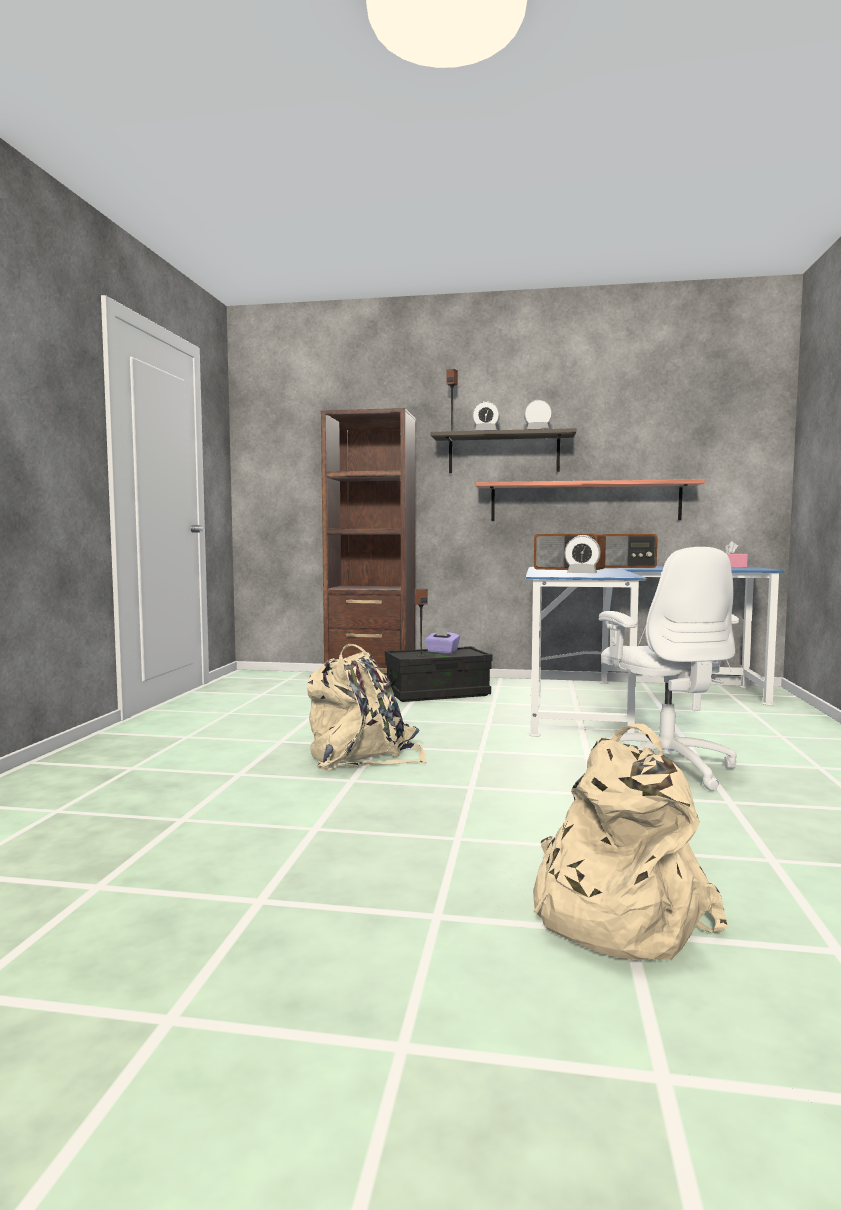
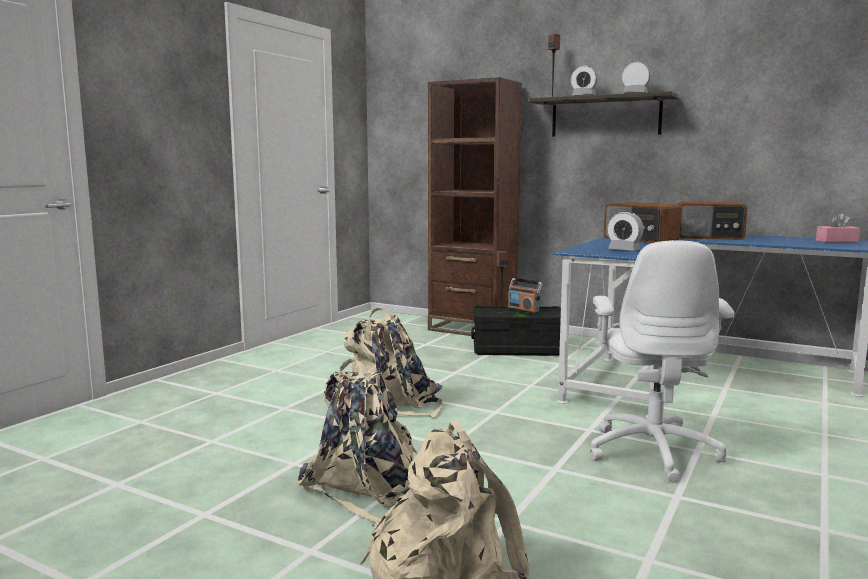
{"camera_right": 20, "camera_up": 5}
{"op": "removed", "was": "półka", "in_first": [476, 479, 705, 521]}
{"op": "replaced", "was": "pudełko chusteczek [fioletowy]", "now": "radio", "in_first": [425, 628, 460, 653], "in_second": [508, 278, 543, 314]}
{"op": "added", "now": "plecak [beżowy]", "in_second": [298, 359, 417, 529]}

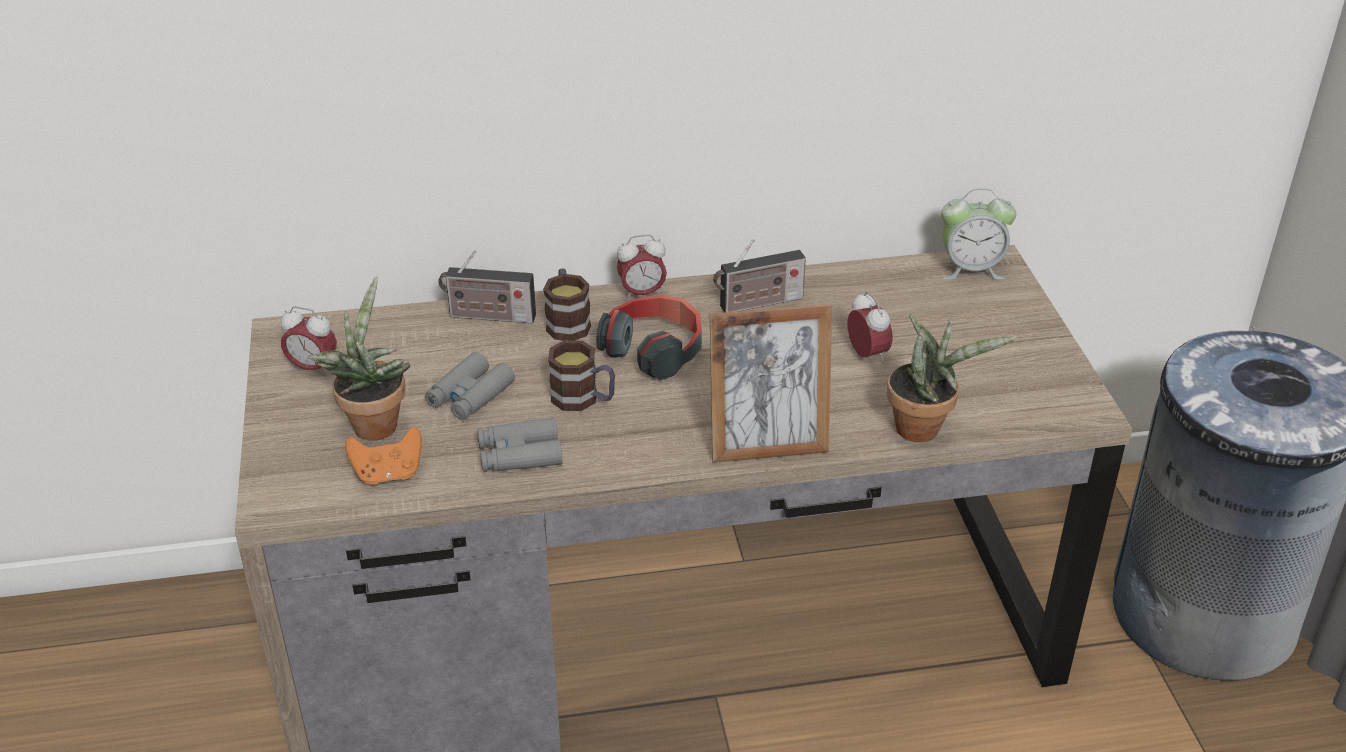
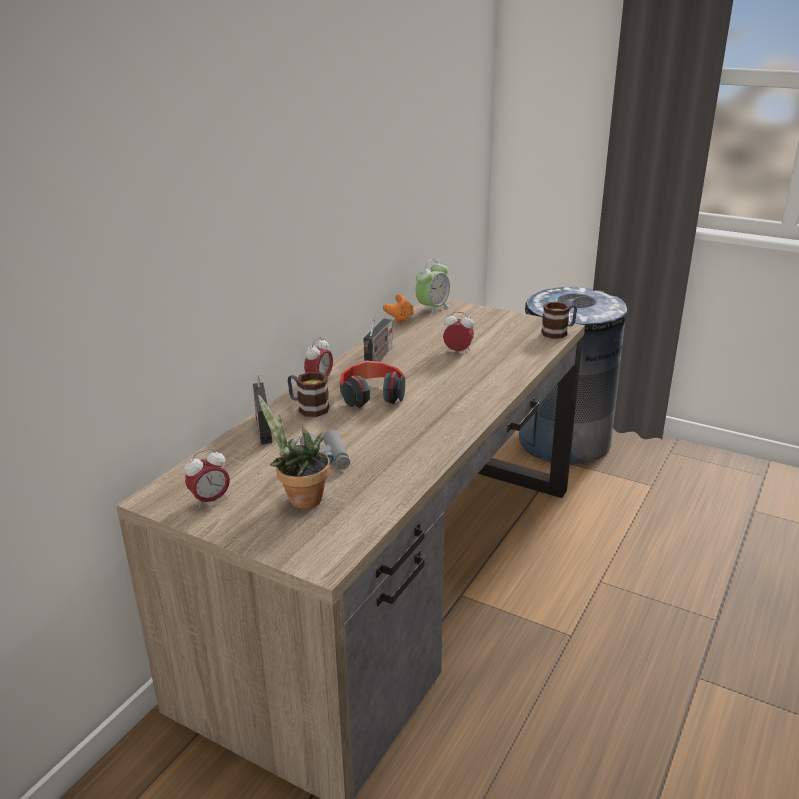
{"camera_right": -50, "camera_up": -10}
{"op": "turned", "was": "radio", "in_first": [438, 250, 536, 324], "in_second": [253, 374, 272, 444], "clockwise": 120}
{"op": "removed", "was": "ramka na zdjęcie", "in_first": [710, 304, 832, 463]}
{"op": "removed", "was": "roślina doniczkowa", "in_first": [887, 314, 1016, 442]}
{"op": "moved", "was": "kubek", "in_first": [548, 340, 615, 411], "in_second": [541, 302, 577, 339]}
{"op": "removed", "was": "lornetka [szary]", "in_first": [477, 417, 562, 472]}
{"op": "moved", "was": "pad do gier [pomarańczowy]", "in_first": [345, 427, 422, 485], "in_second": [383, 295, 414, 324]}

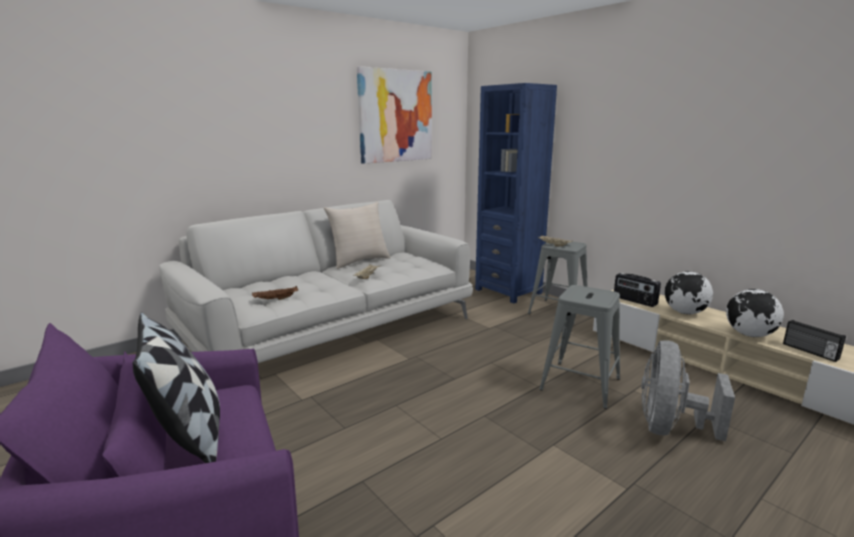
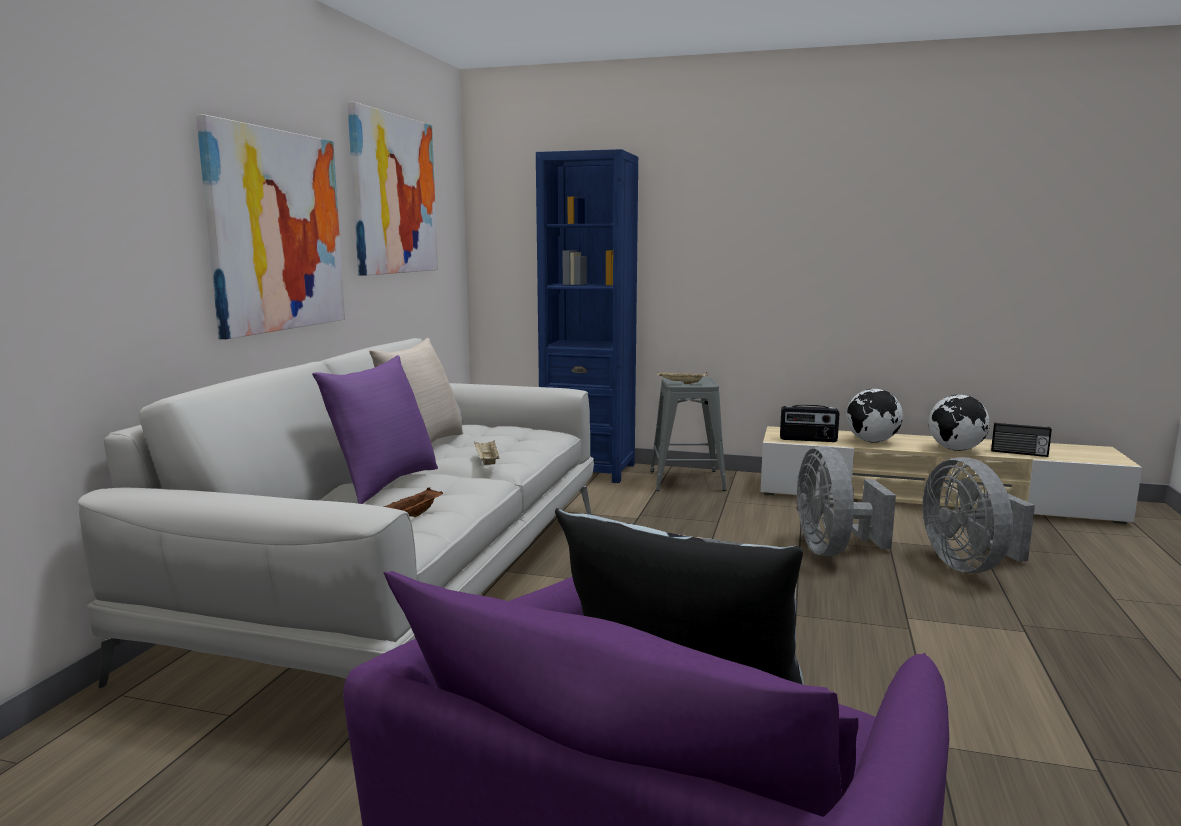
{"camera_right": -35, "camera_up": -5}
{"op": "replaced", "was": "stołek [szary]", "now": "wentylator [szary]", "in_first": [539, 285, 620, 409], "in_second": [796, 446, 896, 557]}
{"op": "added", "now": "obraz", "in_second": [196, 114, 345, 339]}
{"op": "added", "now": "poduszka [fioletowy]", "in_second": [312, 355, 438, 504]}

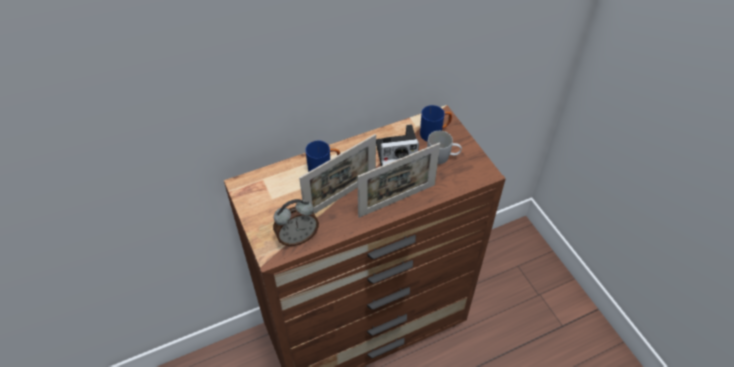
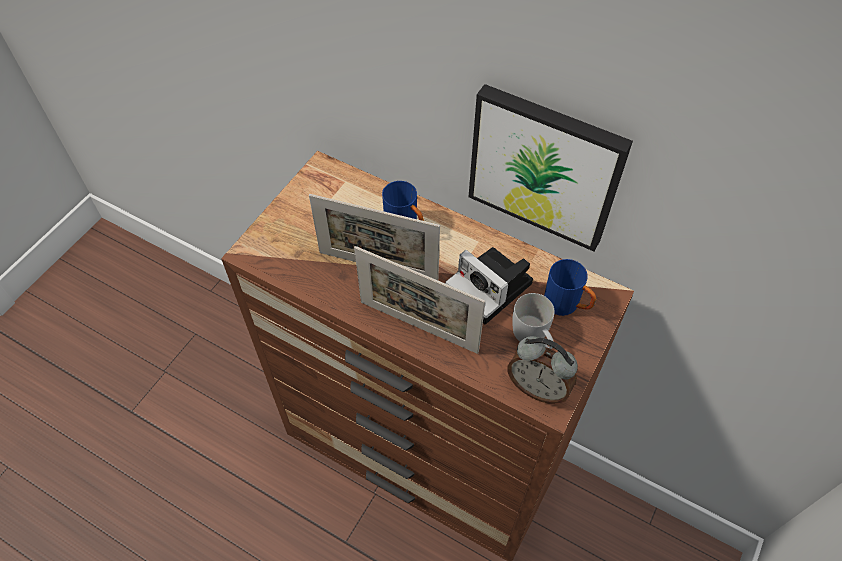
{"camera_right": 55, "camera_up": 5}
{"op": "moved", "was": "budzik", "in_first": [273, 199, 319, 246], "in_second": [508, 336, 578, 404]}
{"op": "added", "now": "obraz", "in_second": [469, 84, 633, 251]}

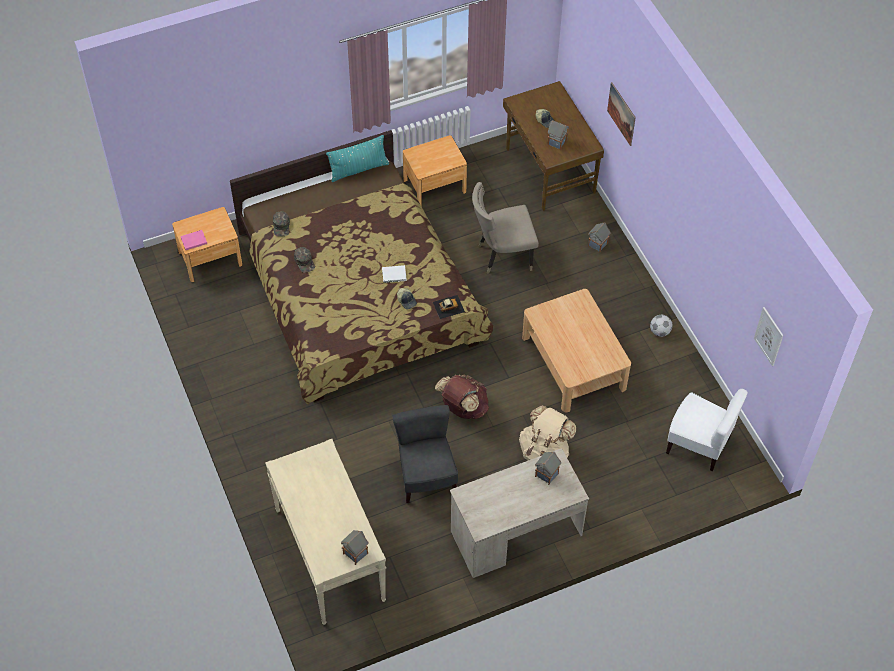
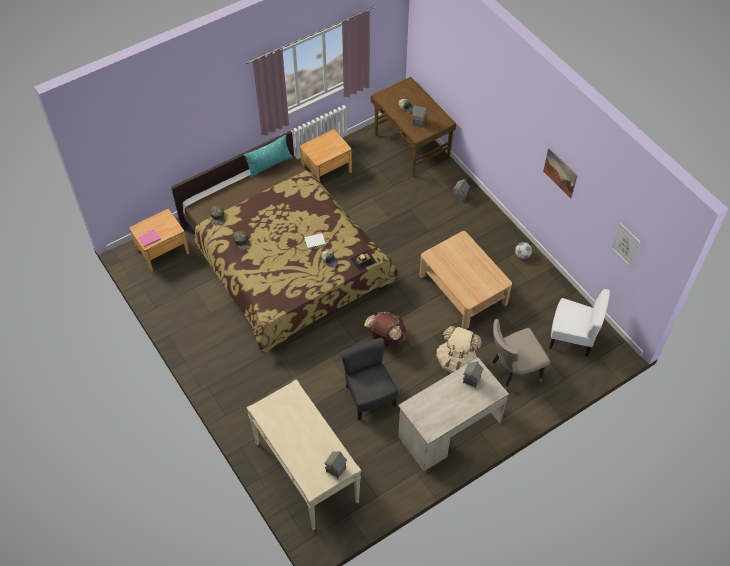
{"camera_right": -10, "camera_up": 0}
{"op": "moved", "was": "obraz", "in_first": [607, 82, 636, 146], "in_second": [543, 148, 578, 199]}
{"op": "moved", "was": "krzesło [beżowy]", "in_first": [472, 182, 539, 273], "in_second": [490, 319, 550, 390]}

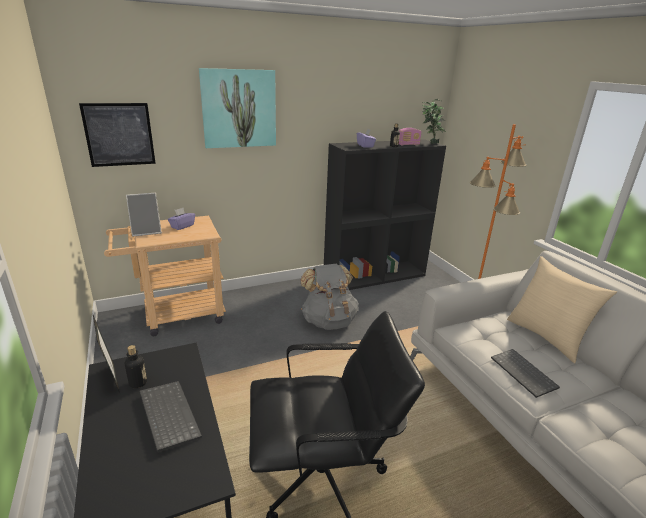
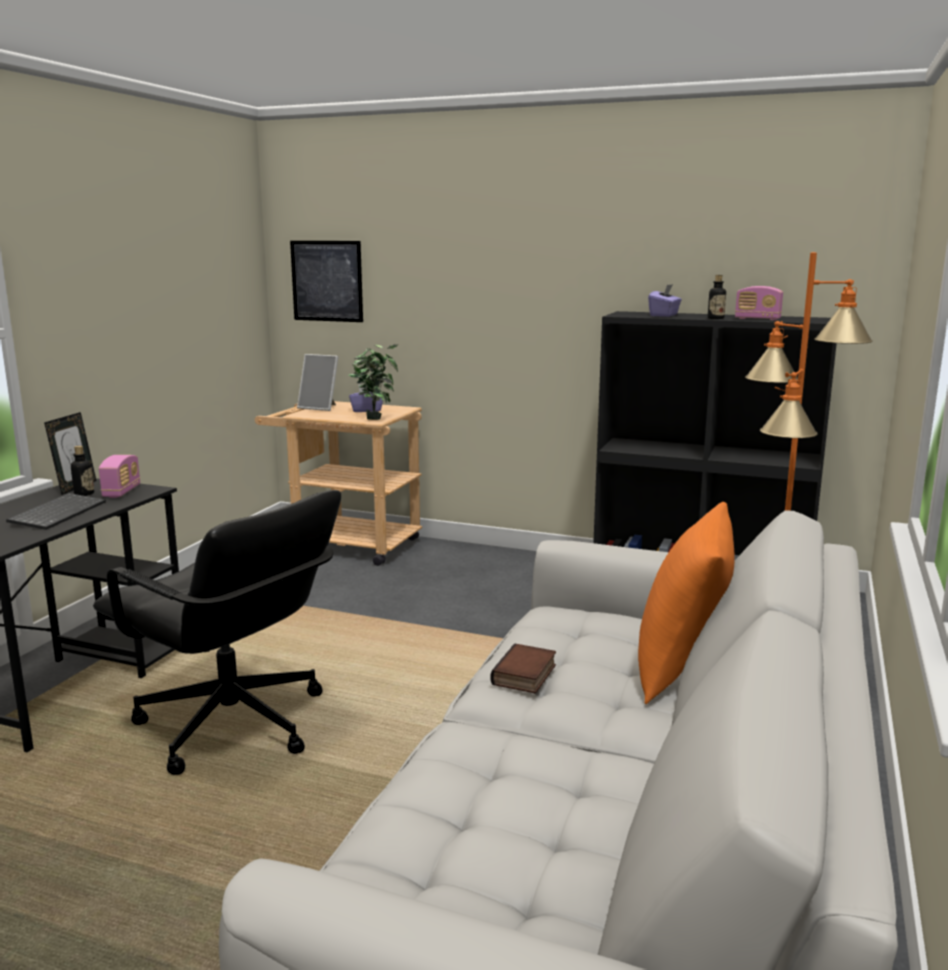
{"camera_right": 45, "camera_up": -10}
{"op": "removed", "was": "obraz", "in_first": [199, 68, 276, 148]}
{"op": "moved", "was": "roślina doniczkowa", "in_first": [422, 99, 446, 144], "in_second": [348, 344, 399, 420]}
{"op": "recoloured", "was": "poduszka [beżowy]", "now": "poduszka [pomarańczowy]", "in_first": [507, 256, 617, 363], "in_second": [638, 502, 735, 704]}
{"op": "removed", "was": "plecak [szary]", "in_first": [300, 264, 359, 330]}
{"op": "replaced", "was": "klawiatura", "now": "książka", "in_first": [491, 349, 560, 398], "in_second": [490, 643, 556, 693]}
{"op": "added", "now": "radio", "in_second": [99, 455, 140, 498]}

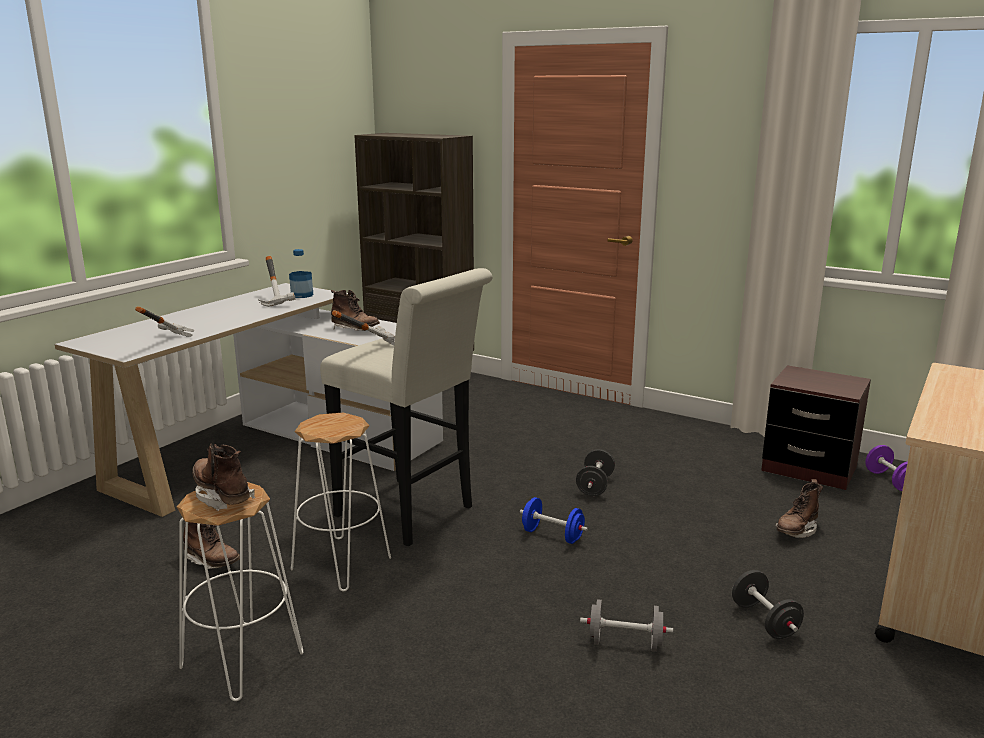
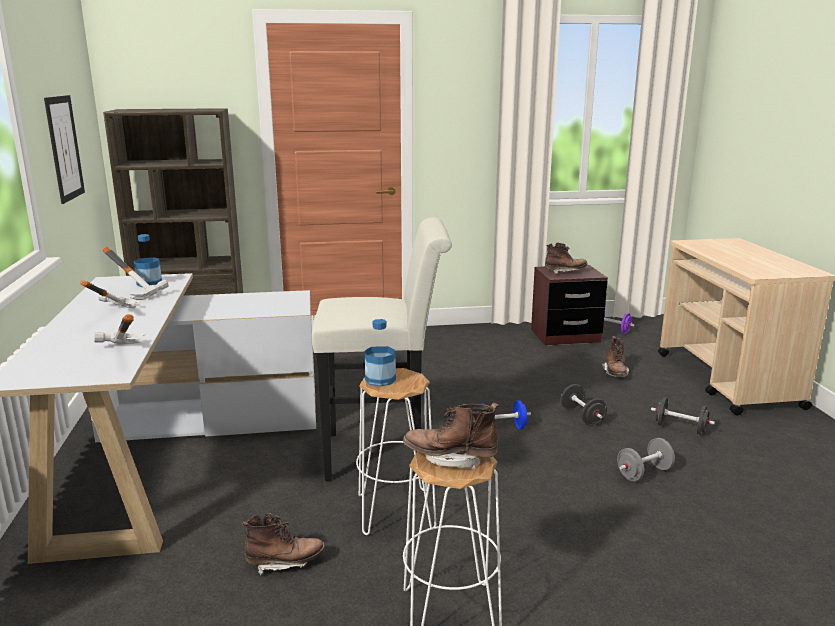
{"camera_right": -40, "camera_up": 0}
{"op": "moved", "was": "but z cholewką [brązowy]", "in_first": [331, 290, 380, 331], "in_second": [545, 243, 587, 274]}
{"op": "moved", "was": "młotek", "in_first": [332, 310, 395, 346], "in_second": [80, 280, 138, 308]}
{"op": "moved", "was": "hantel [czarny]", "in_first": [576, 449, 615, 496], "in_second": [561, 384, 607, 426]}
{"op": "added", "now": "obraz", "in_second": [44, 95, 85, 204]}
{"op": "added", "now": "butelka", "in_second": [365, 319, 396, 386]}

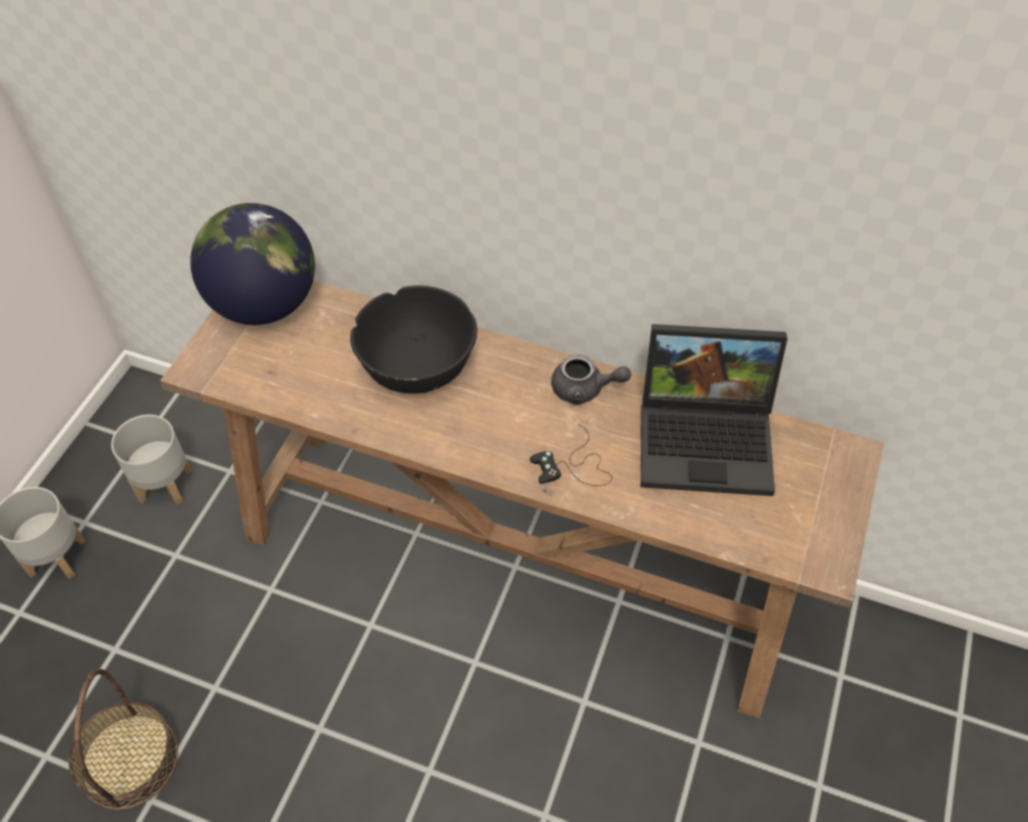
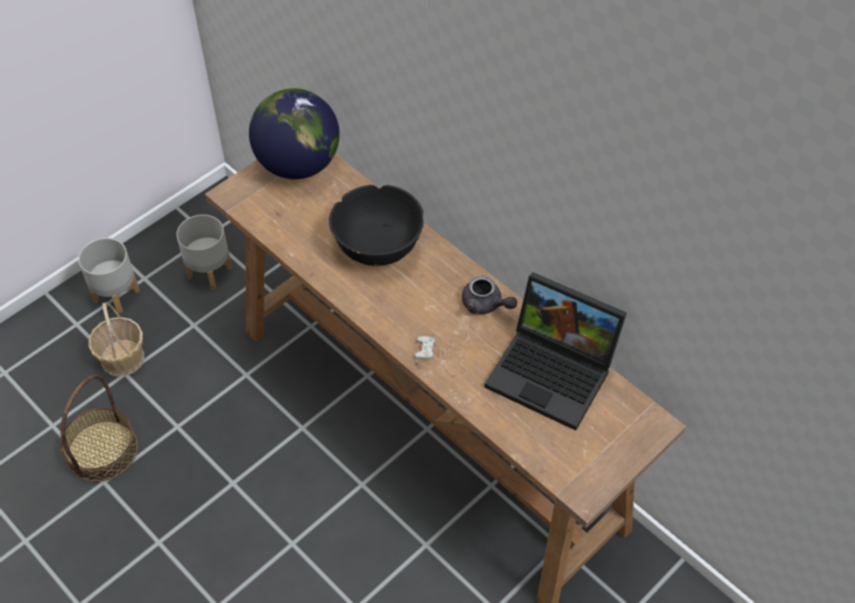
{"camera_right": 25, "camera_up": 0}
{"op": "recoloured", "was": "pad do gier [czarny]", "now": "pad do gier [biały]", "in_first": [530, 424, 612, 486], "in_second": [415, 327, 469, 376]}
{"op": "added", "now": "koszyk", "in_second": [88, 303, 144, 377]}

